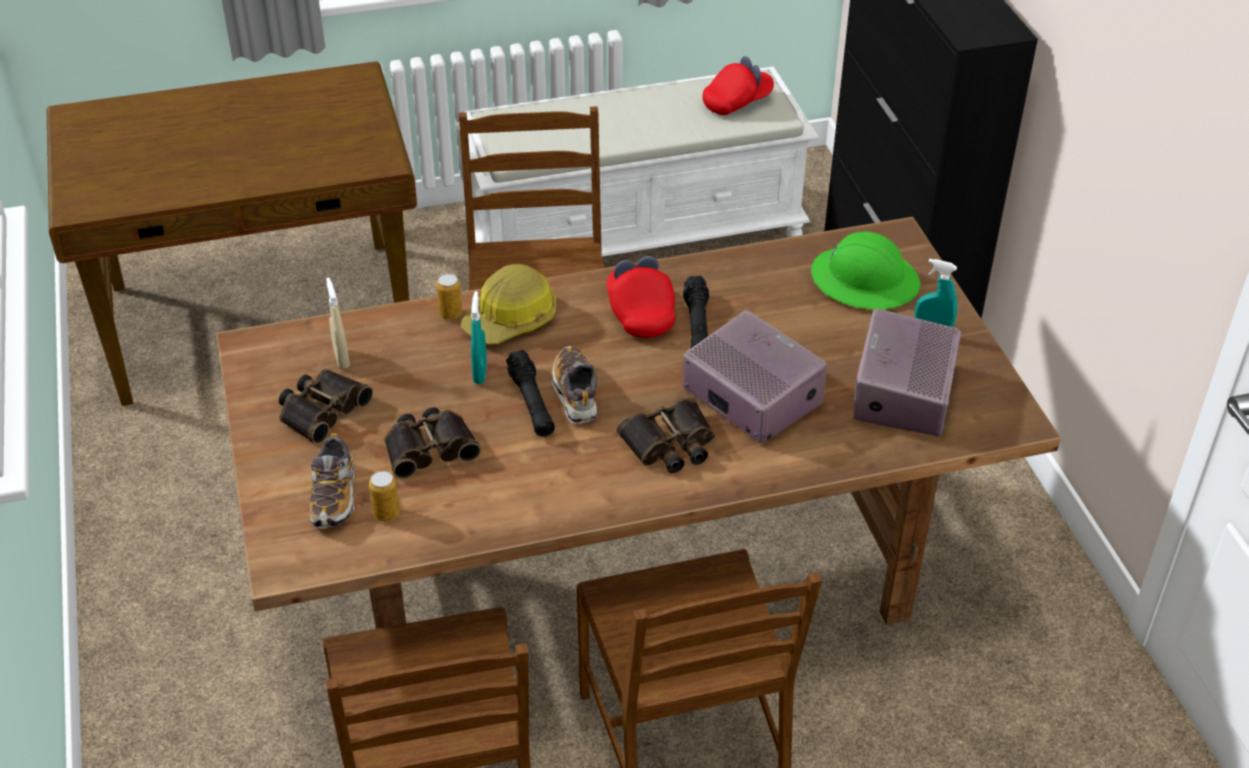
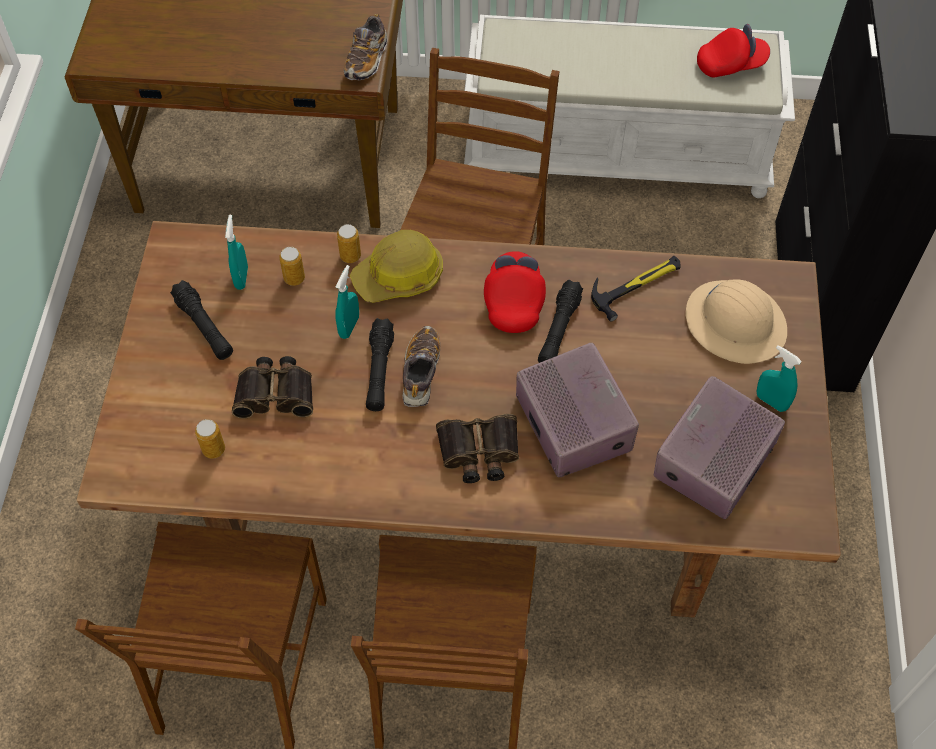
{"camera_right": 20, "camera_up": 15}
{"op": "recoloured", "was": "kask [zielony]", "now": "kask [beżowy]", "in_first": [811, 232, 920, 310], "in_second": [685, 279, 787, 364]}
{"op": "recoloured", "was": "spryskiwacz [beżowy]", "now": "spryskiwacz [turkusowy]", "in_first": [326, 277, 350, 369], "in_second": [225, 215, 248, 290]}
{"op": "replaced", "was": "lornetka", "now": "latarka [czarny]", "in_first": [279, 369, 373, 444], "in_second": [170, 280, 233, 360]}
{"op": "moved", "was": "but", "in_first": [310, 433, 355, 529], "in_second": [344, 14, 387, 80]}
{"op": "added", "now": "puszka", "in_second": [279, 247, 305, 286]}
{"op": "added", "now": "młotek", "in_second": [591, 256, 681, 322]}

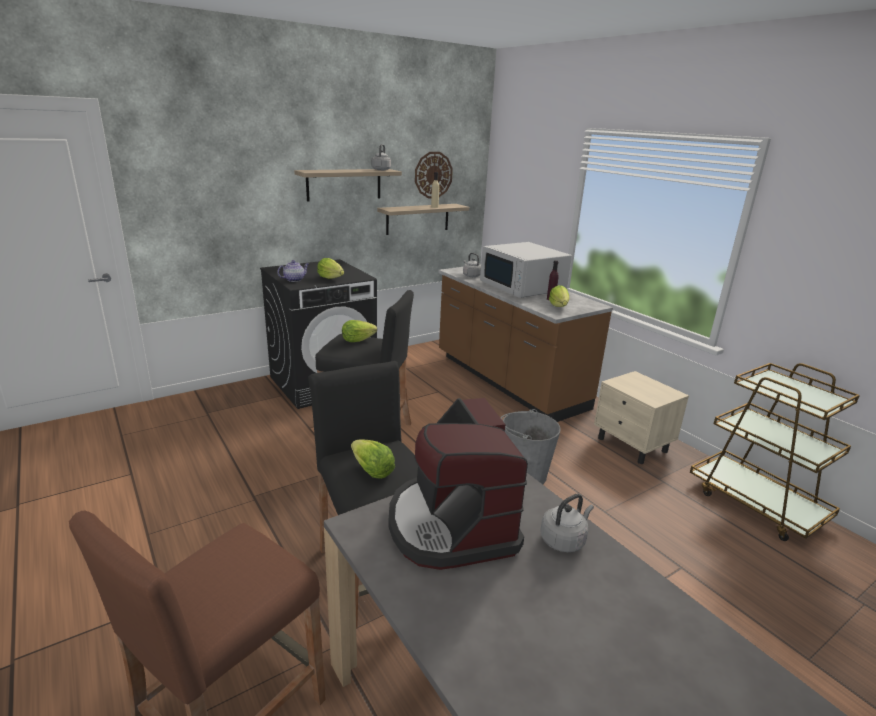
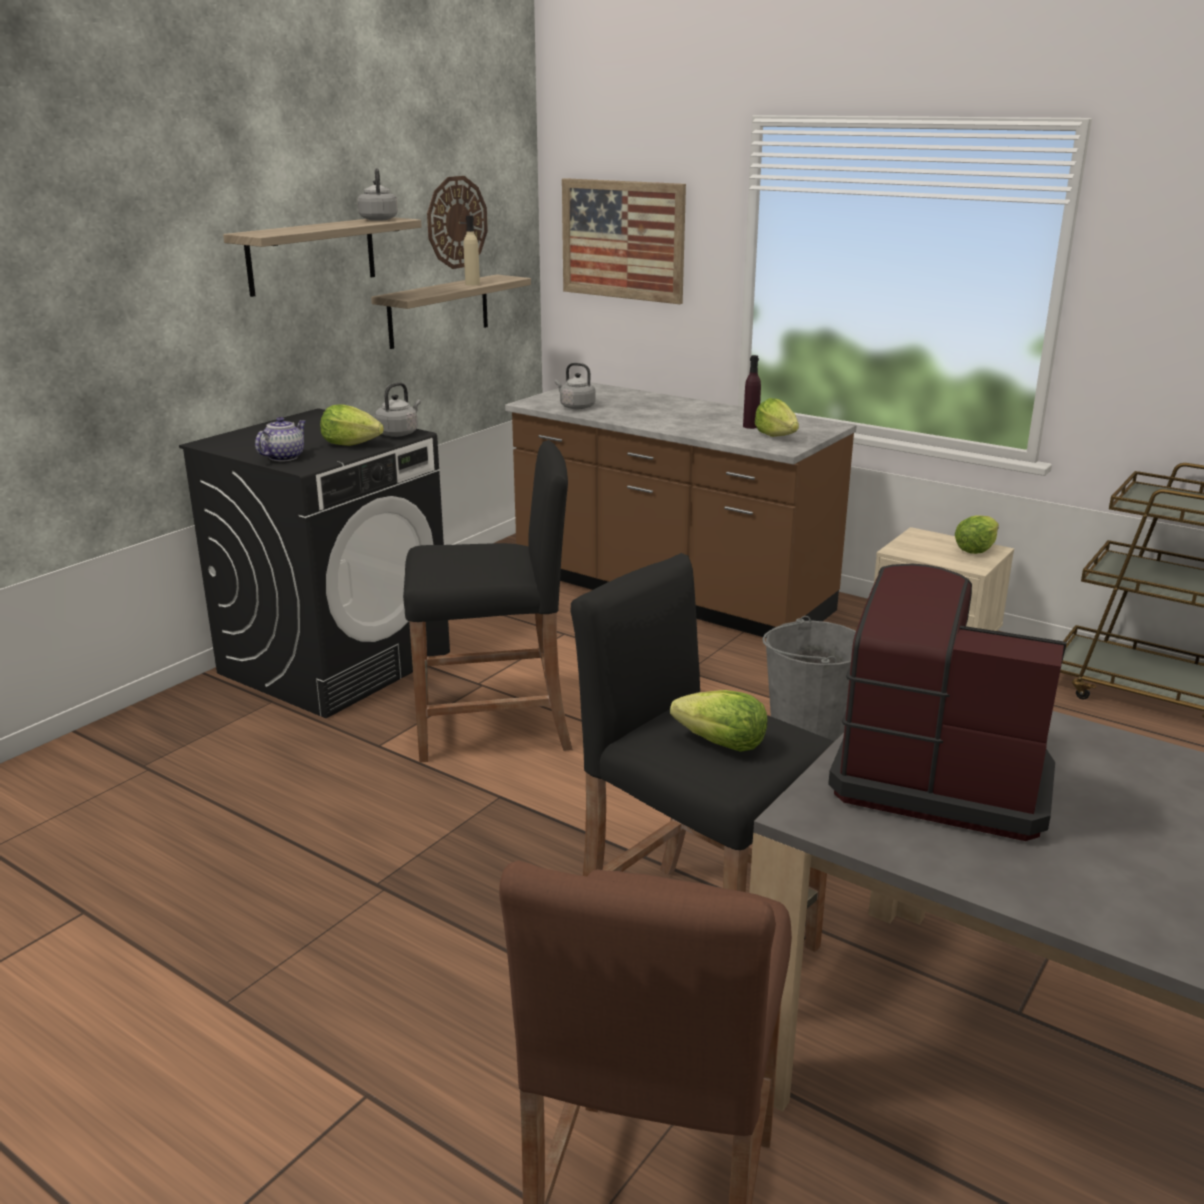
{"camera_right": -20, "camera_up": 0}
{"op": "removed", "was": "mikrofalówka [biały]", "in_first": [480, 242, 572, 298]}
{"op": "moved", "was": "sałata", "in_first": [342, 320, 377, 342], "in_second": [955, 515, 999, 554]}
{"op": "turned", "was": "ekspres do kawy", "in_first": [389, 398, 528, 570], "in_second": [828, 564, 1067, 841], "clockwise": 150}
{"op": "moved", "was": "czajnik [szary]", "in_first": [541, 494, 594, 552], "in_second": [375, 382, 421, 437]}
{"op": "added", "now": "obraz", "in_second": [562, 178, 686, 304]}

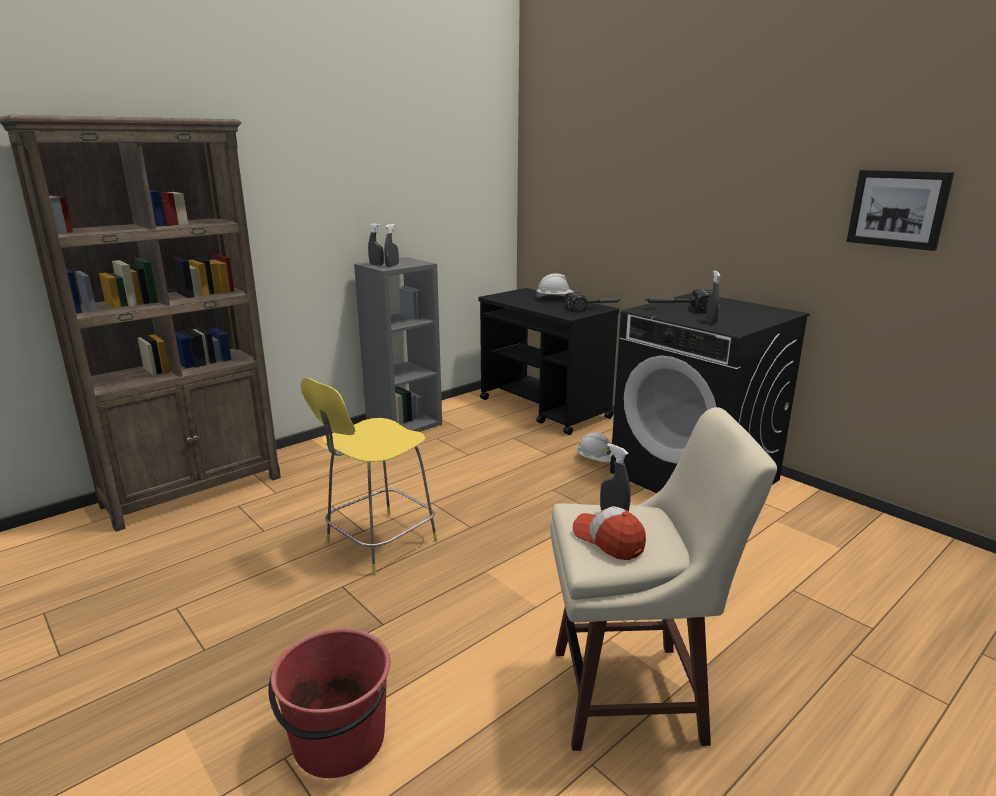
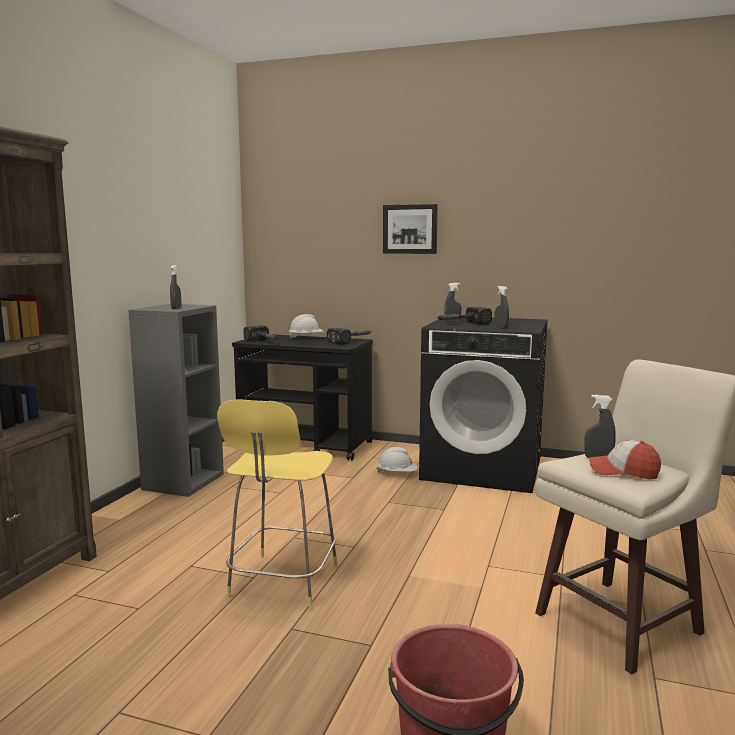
{"camera_right": -30, "camera_up": -10}
{"op": "moved", "was": "obraz", "in_first": [846, 170, 954, 251], "in_second": [383, 204, 438, 254]}
{"op": "moved", "was": "spryskiwacz [szary]", "in_first": [368, 224, 384, 265], "in_second": [444, 283, 462, 321]}
{"op": "added", "now": "młotek", "in_second": [243, 326, 279, 341]}

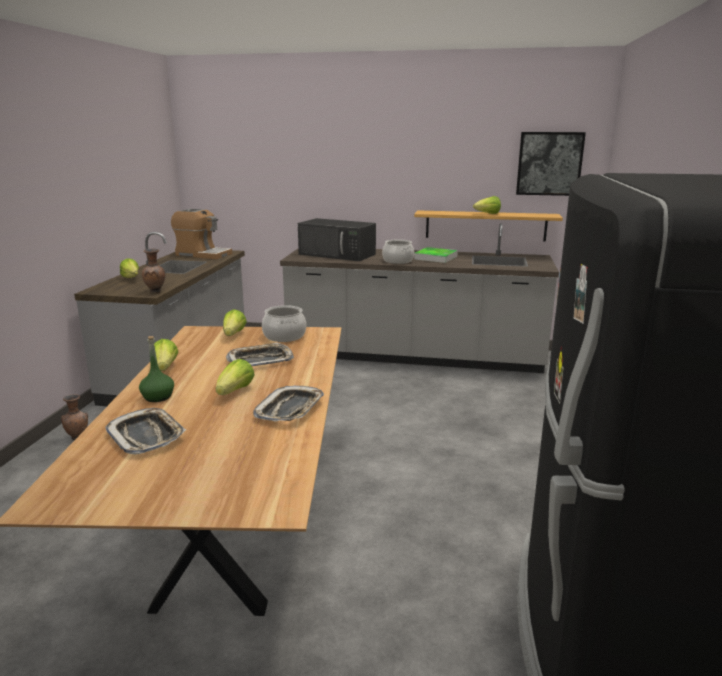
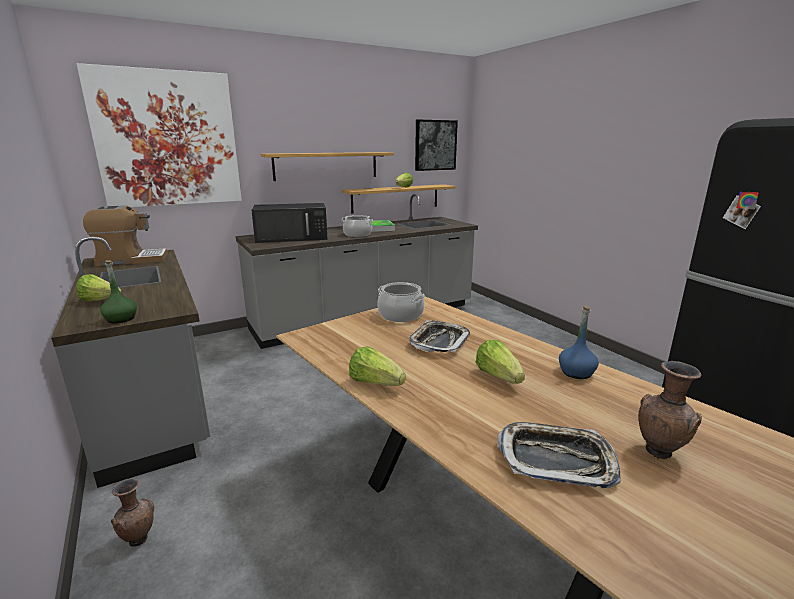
{"camera_right": -40, "camera_up": 0}
{"op": "moved", "was": "wazon [brązowy]", "in_first": [142, 249, 165, 293], "in_second": [639, 361, 702, 459]}
{"op": "removed", "was": "sałata", "in_first": [223, 309, 247, 336]}
{"op": "moved", "was": "butelka [zielony]", "in_first": [139, 336, 174, 402], "in_second": [100, 260, 137, 323]}
{"op": "replaced", "was": "taca", "now": "butelka [niebieski]", "in_first": [253, 386, 324, 421], "in_second": [559, 306, 599, 379]}
{"op": "added", "now": "obraz", "in_second": [77, 63, 242, 207]}
{"op": "added", "now": "półka", "in_second": [261, 152, 394, 181]}

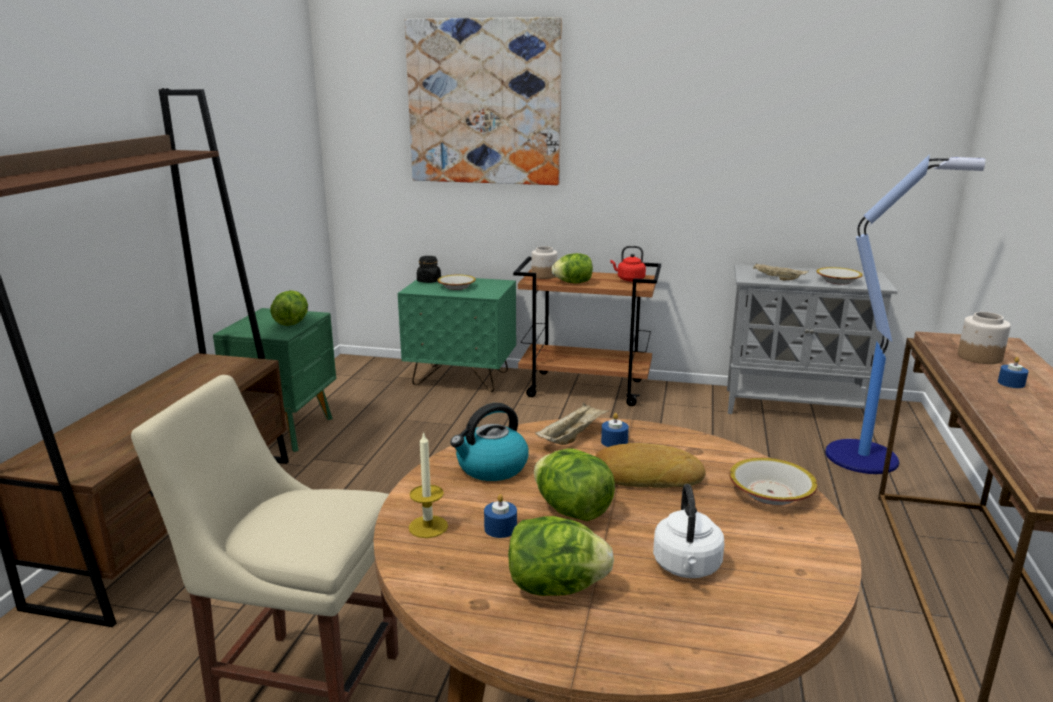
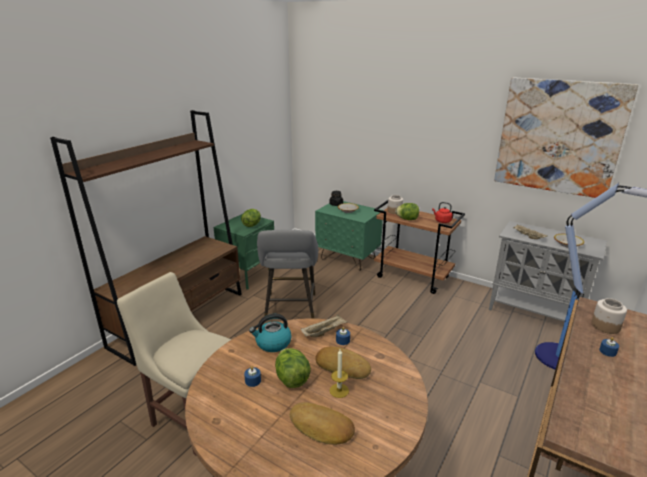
{"camera_right": 20, "camera_up": 5}
{"op": "moved", "was": "obraz", "in_first": [405, 17, 562, 185], "in_second": [494, 78, 638, 198]}
{"op": "moved", "was": "świeca", "in_first": [409, 431, 448, 538], "in_second": [330, 349, 349, 398]}
{"op": "removed", "was": "miska", "in_first": [729, 458, 818, 505]}
{"op": "replaced", "was": "czajnik [biały]", "now": "chleb", "in_first": [653, 484, 724, 578], "in_second": [290, 402, 355, 445]}
{"op": "removed", "was": "sałata", "in_first": [508, 516, 614, 596]}
{"op": "added", "now": "stołek [szary]", "in_second": [257, 230, 318, 319]}

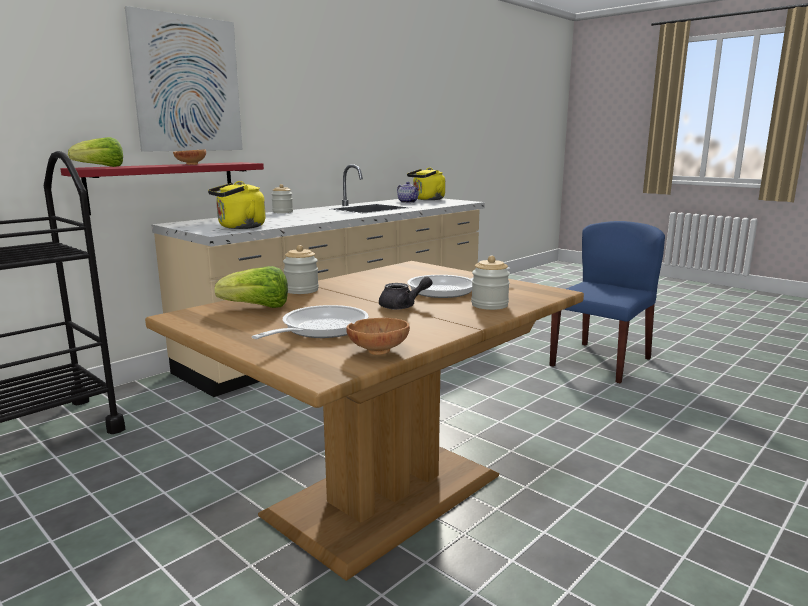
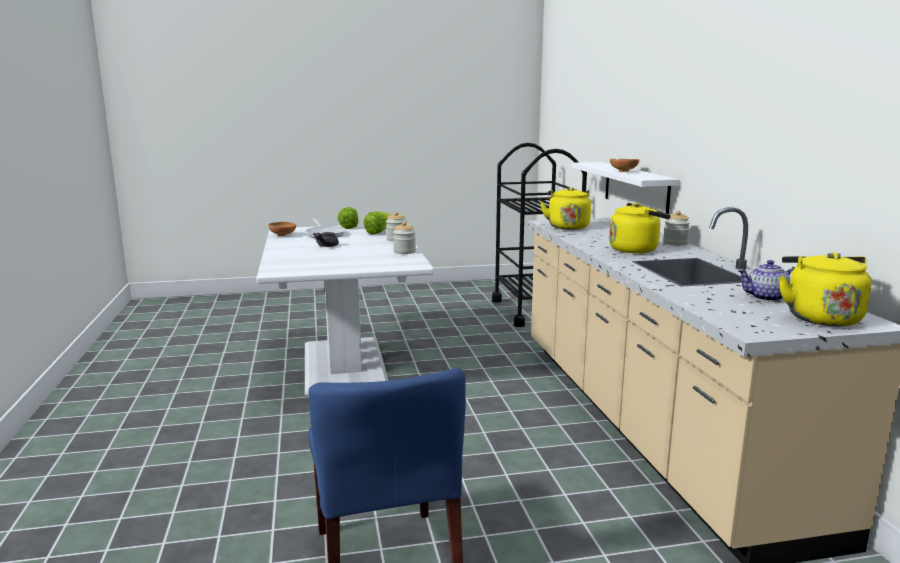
{"camera_right": 125, "camera_up": 0}
{"op": "removed", "was": "obraz", "in_first": [125, 6, 243, 152]}
{"op": "moved", "was": "sałata", "in_first": [68, 137, 123, 167], "in_second": [338, 207, 358, 229]}
{"op": "recoloured", "was": "półka [czerwony]", "now": "półka [biały]", "in_first": [60, 162, 264, 215], "in_second": [572, 162, 680, 214]}
{"op": "moved", "was": "słoik", "in_first": [471, 256, 510, 310], "in_second": [393, 222, 416, 254]}
{"op": "recoloured", "was": "stół jadalny [brązowy]", "now": "stół jadalny [biały]", "in_first": [145, 261, 584, 581], "in_second": [256, 225, 434, 396]}
{"op": "removed", "was": "patelnia", "in_first": [407, 267, 510, 298]}
{"op": "added", "now": "czajnik [żółty]", "in_second": [609, 203, 671, 253]}

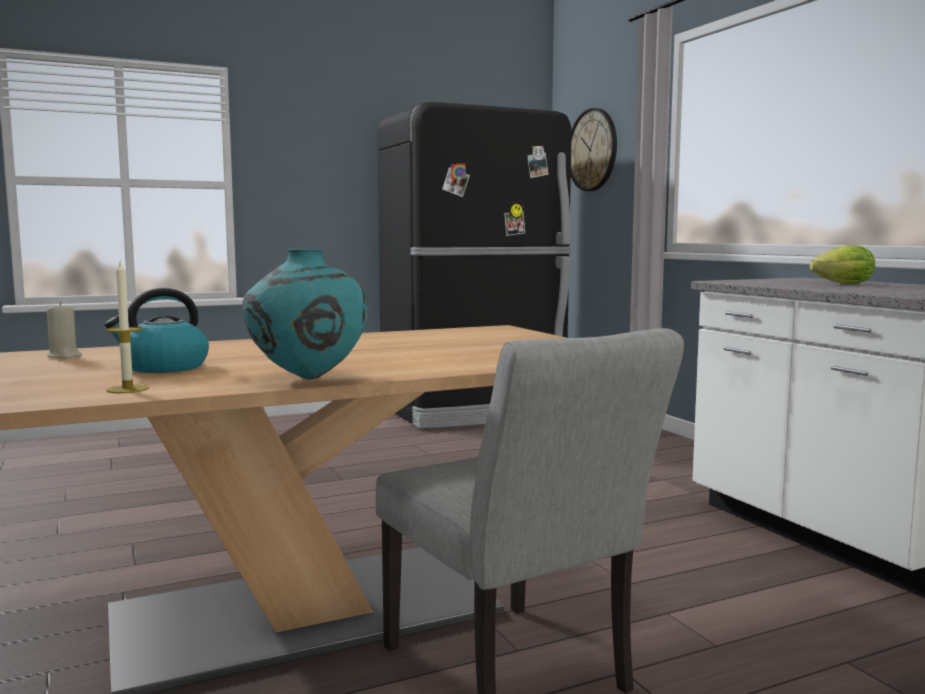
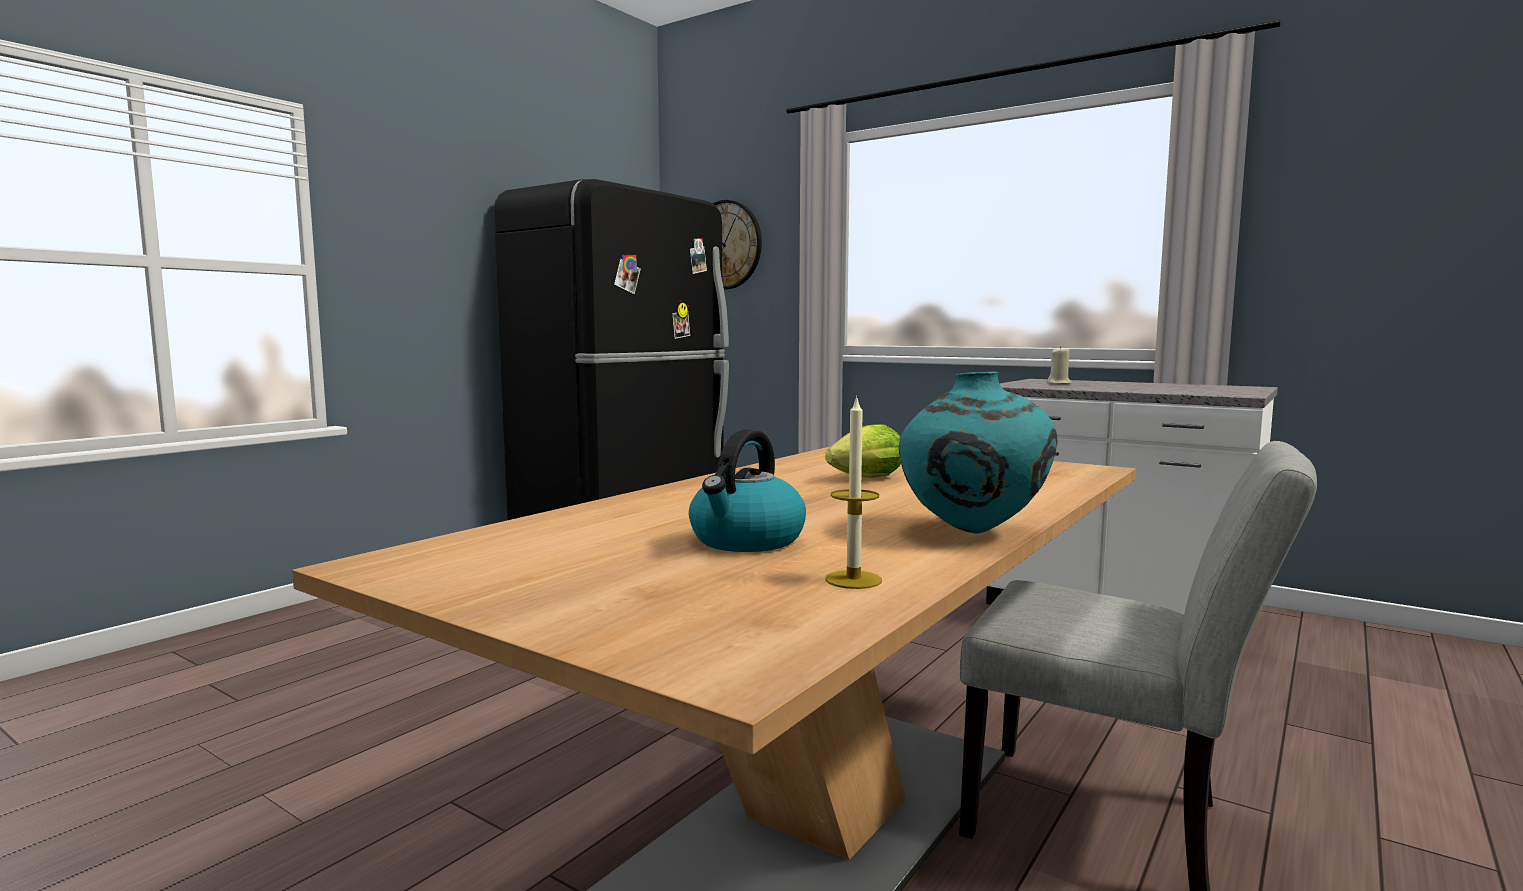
{"camera_right": -30, "camera_up": 0}
{"op": "moved", "was": "sałata", "in_first": [809, 245, 875, 284], "in_second": [825, 424, 901, 478]}
{"op": "moved", "was": "świeca [beżowy]", "in_first": [47, 302, 82, 358], "in_second": [1047, 346, 1071, 384]}

